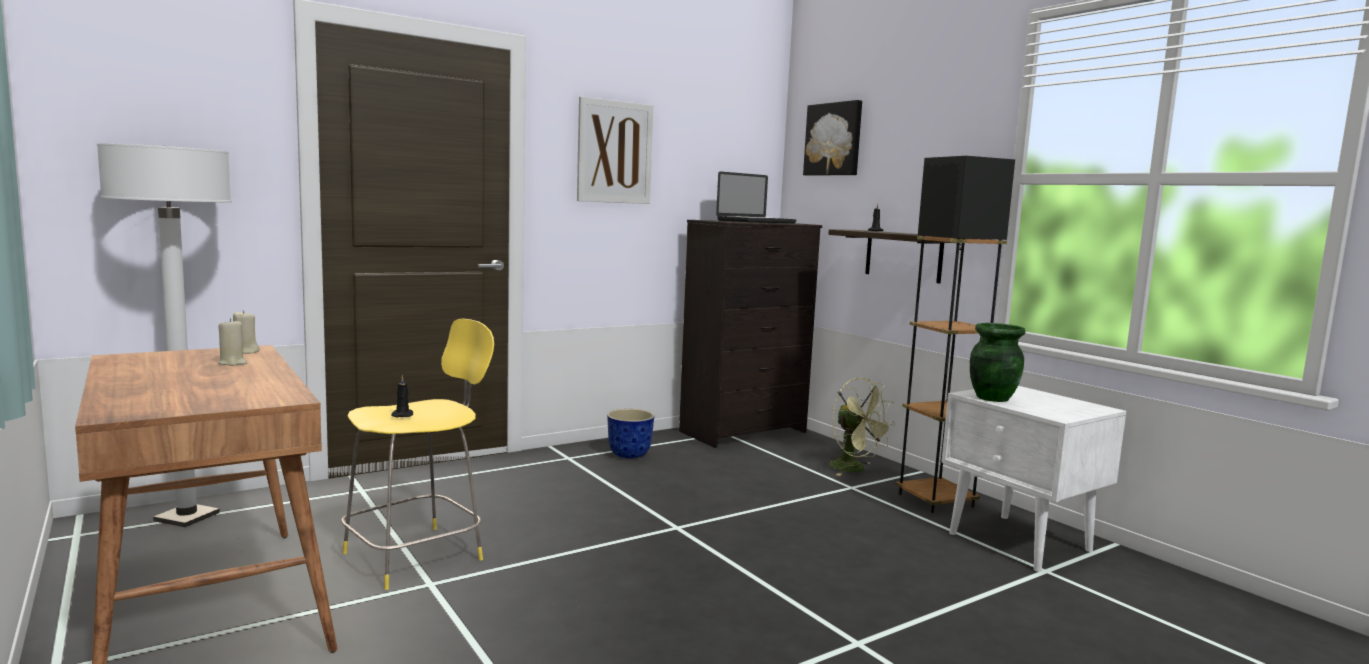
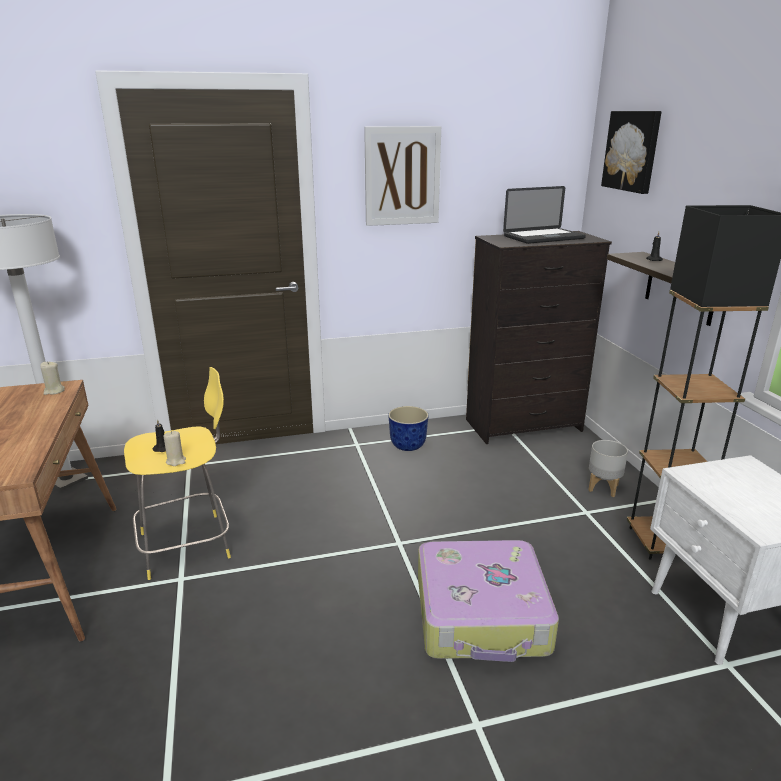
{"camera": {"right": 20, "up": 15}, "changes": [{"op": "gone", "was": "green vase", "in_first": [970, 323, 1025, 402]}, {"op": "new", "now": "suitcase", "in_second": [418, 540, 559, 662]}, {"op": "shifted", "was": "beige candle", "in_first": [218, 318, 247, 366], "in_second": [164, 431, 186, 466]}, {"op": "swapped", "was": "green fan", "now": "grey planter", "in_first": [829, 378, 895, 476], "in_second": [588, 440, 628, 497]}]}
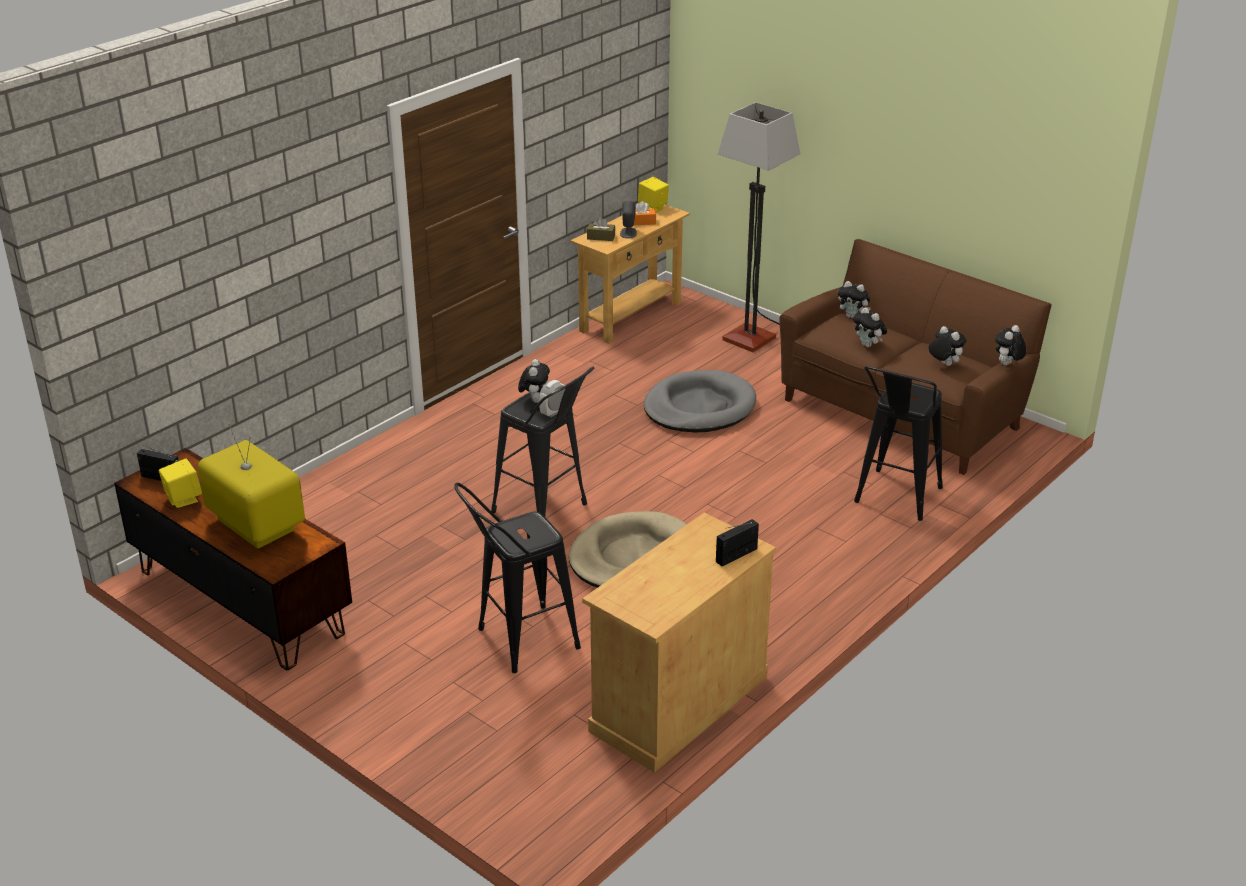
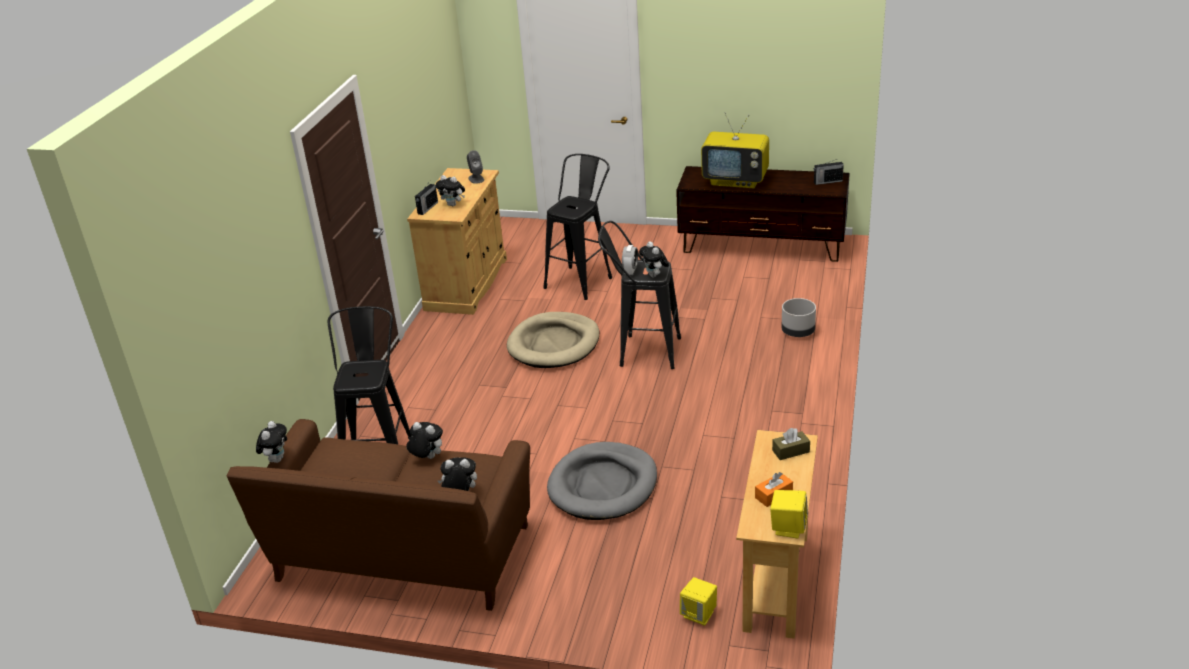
{"camera": {"right": 155, "up": 0}, "changes": [{"op": "gone", "was": "floor lamp", "in_first": [718, 102, 800, 352]}, {"op": "new", "now": "grey planter", "in_second": [781, 298, 816, 337]}, {"op": "shifted", "was": "yellow speaker", "in_first": [159, 459, 202, 508], "in_second": [680, 577, 717, 626]}, {"op": "shifted", "was": "grey speaker", "in_first": [620, 201, 637, 238], "in_second": [467, 150, 484, 184]}, {"op": "shifted", "was": "plush toy", "in_first": [928, 326, 966, 366], "in_second": [436, 175, 465, 206]}]}
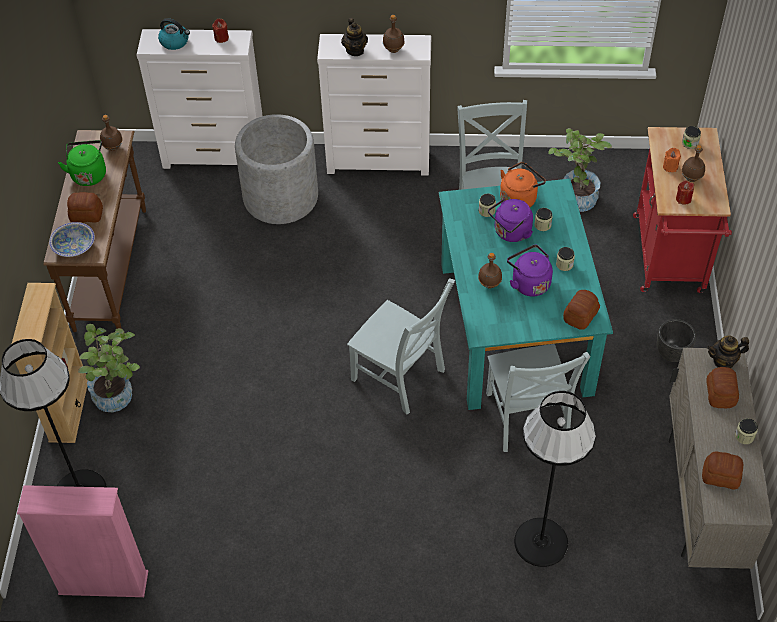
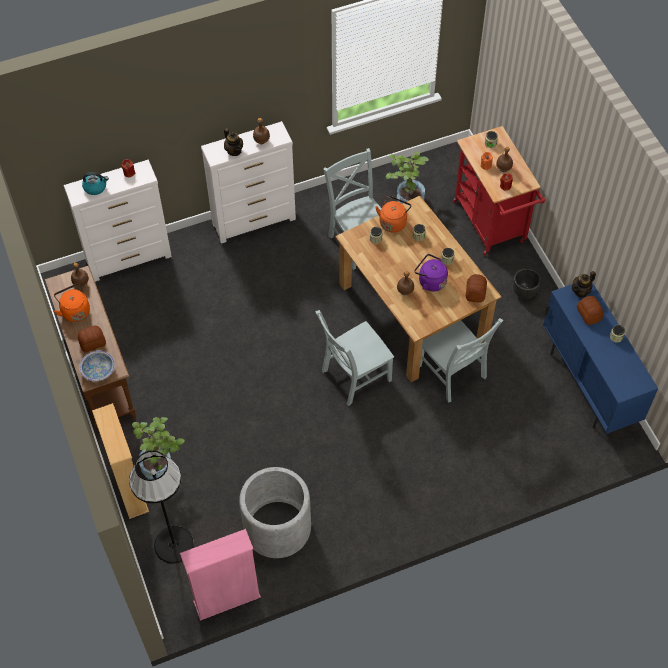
{"camera": {"right": -25, "up": 5}, "changes": [{"op": "gone", "was": "purple kettle", "in_first": [488, 198, 533, 242]}, {"op": "gone", "was": "black floor lamp", "in_first": [514, 391, 596, 567]}, {"op": "gone", "was": "bread", "in_first": [702, 451, 743, 490]}, {"op": "shifted", "was": "grey planter", "in_first": [235, 114, 318, 224], "in_second": [239, 467, 311, 558]}, {"op": "repainted", "was": "green kettle", "now": "orange kettle", "in_first": [58, 140, 106, 186], "in_second": [54, 283, 90, 322]}, {"op": "repainted", "was": "turquoise dining table", "now": "brown dining table", "in_first": [439, 179, 613, 410], "in_second": [335, 196, 502, 382]}, {"op": "repainted", "was": "beige cabinet", "now": "blue cabinet", "in_first": [669, 348, 773, 569], "in_second": [543, 279, 658, 434]}, {"op": "rotated", "was": "grey chair", "in_first": [347, 278, 455, 415], "in_second": [315, 310, 394, 406], "clockwise": 135}]}
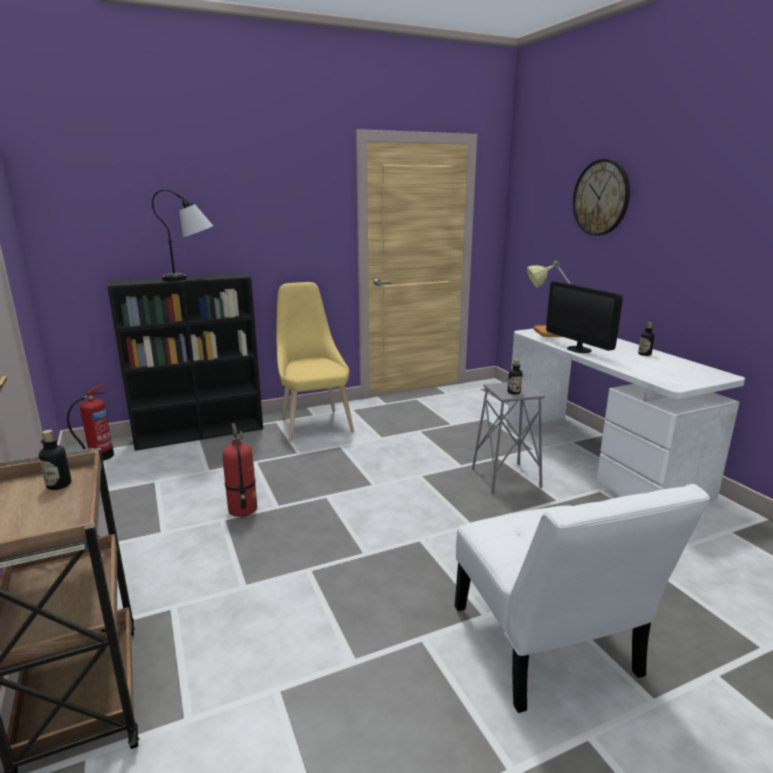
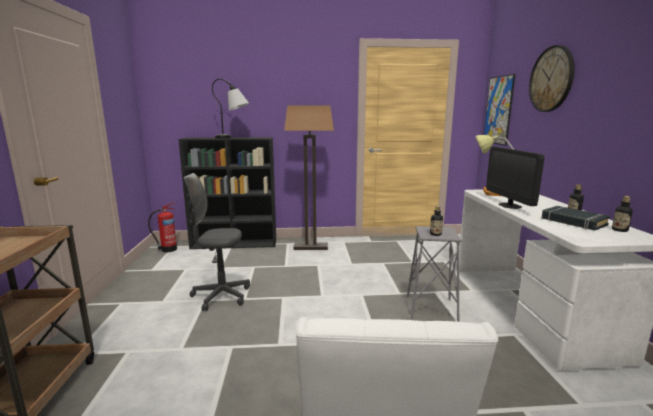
{"camera": {"right": 20, "up": -5}, "changes": [{"op": "new", "now": "picture", "in_second": [484, 74, 515, 146]}, {"op": "new", "now": "black book", "in_second": [542, 206, 610, 230]}, {"op": "shifted", "was": "bottle", "in_first": [39, 430, 71, 490], "in_second": [612, 196, 633, 232]}, {"op": "swapped", "was": "fire extinguisher", "now": "grey office chair", "in_first": [223, 423, 257, 517], "in_second": [184, 173, 250, 311]}, {"op": "swapped", "was": "yellow chair", "now": "floor lamp", "in_first": [277, 282, 354, 442], "in_second": [284, 105, 334, 250]}]}
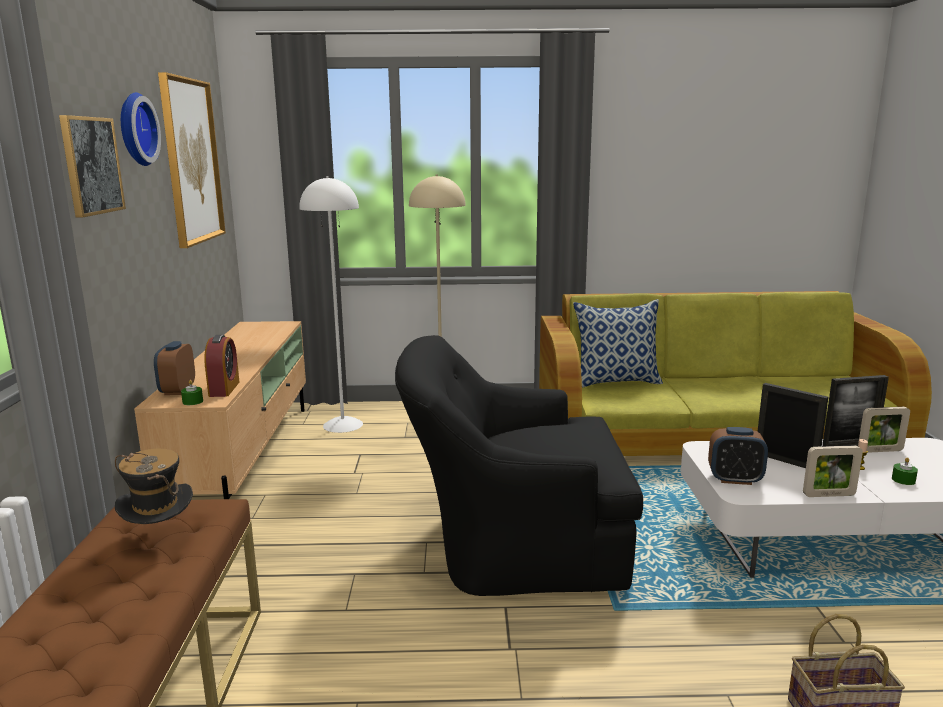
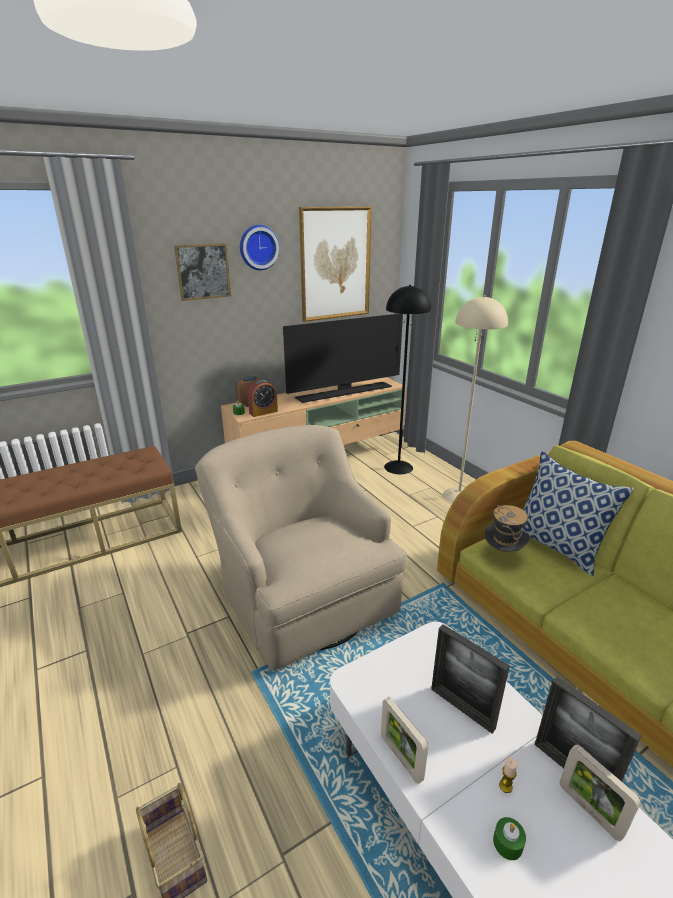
{"camera": {"right": 60, "up": 10}, "changes": [{"op": "gone", "was": "alarm clock", "in_first": [708, 427, 768, 485]}, {"op": "new", "now": "television", "in_second": [283, 314, 403, 403]}, {"op": "shifted", "was": "hat", "in_first": [115, 449, 193, 526], "in_second": [484, 504, 530, 552]}, {"op": "repainted", "was": "white floor lamp", "now": "black floor lamp", "in_first": [299, 176, 363, 433], "in_second": [384, 285, 431, 474]}, {"op": "repainted", "was": "black armchair", "now": "beige armchair", "in_first": [395, 335, 643, 596], "in_second": [195, 425, 407, 671]}, {"op": "rotated", "was": "picture frame", "in_first": [757, 383, 829, 468], "in_second": [431, 624, 510, 734], "clockwise": 120}]}
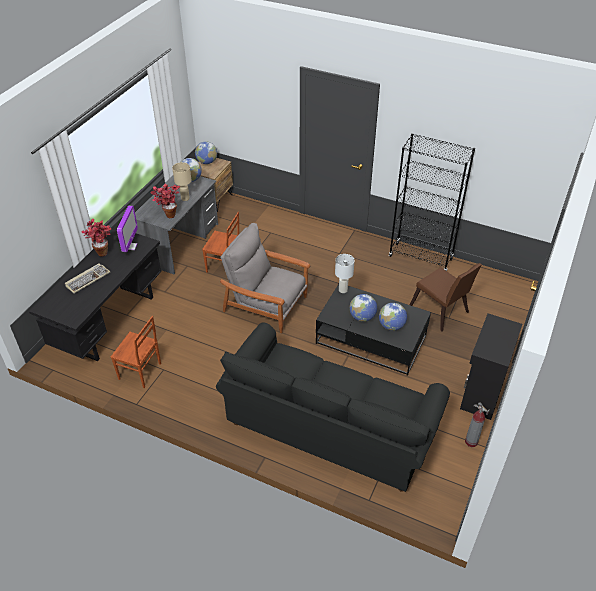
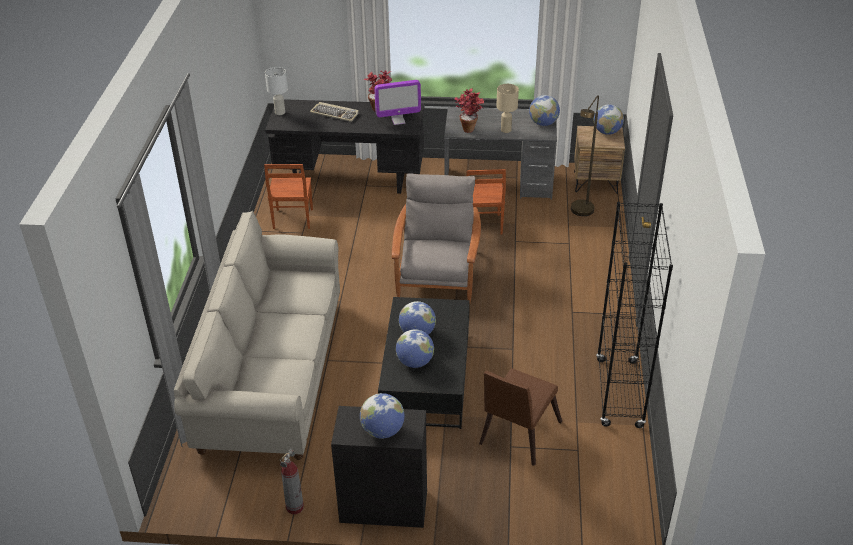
{"camera": {"right": 70, "up": -5}, "changes": [{"op": "new", "now": "globe", "in_second": [360, 393, 404, 439]}, {"op": "new", "now": "brown floor lamp", "in_second": [571, 95, 599, 216]}, {"op": "shifted", "was": "white table lamp", "in_first": [335, 254, 355, 293], "in_second": [265, 67, 288, 115]}, {"op": "repainted", "was": "black sofa", "now": "beige sofa", "in_first": [216, 322, 450, 492], "in_second": [174, 211, 340, 460]}]}
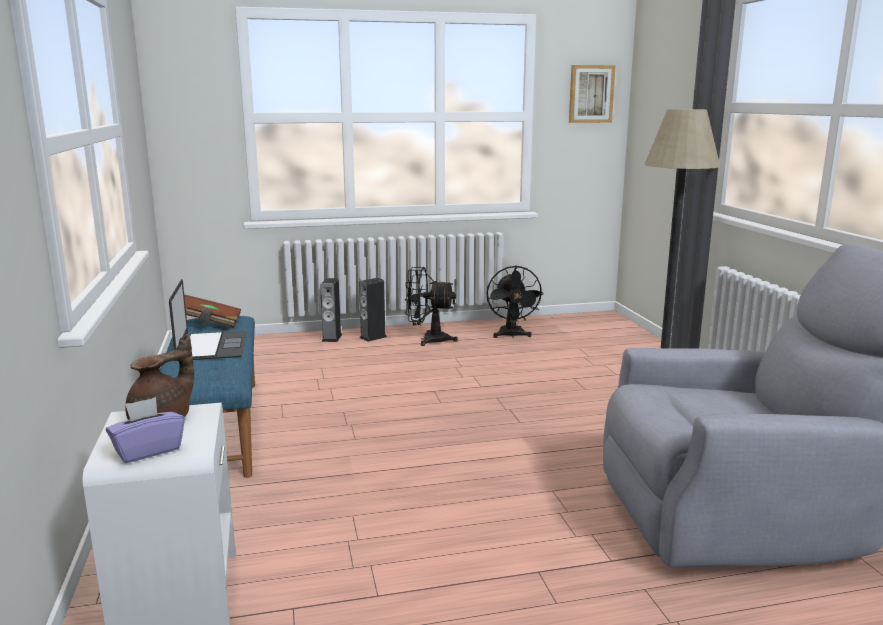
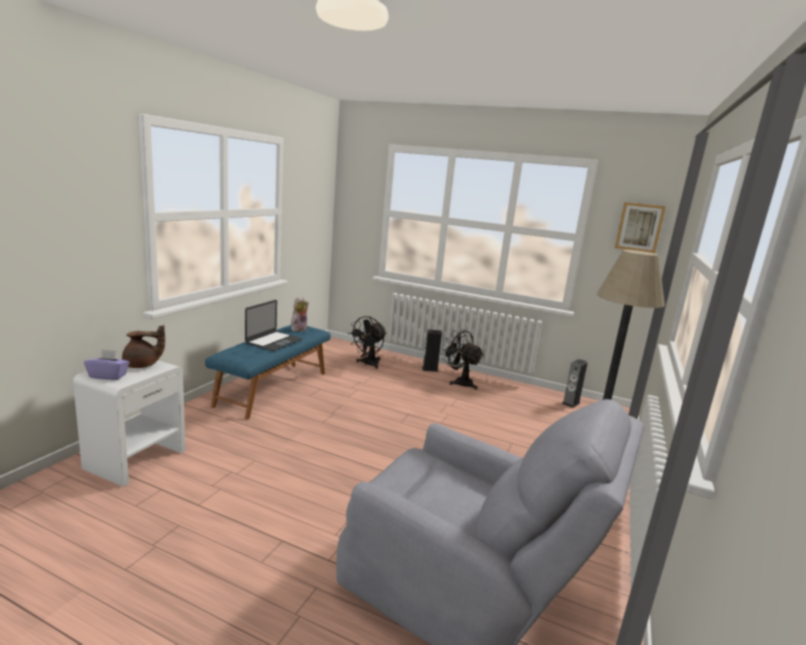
{"camera": {"right": 35, "up": 0}, "changes": [{"op": "shifted", "was": "speaker", "in_first": [320, 278, 342, 342], "in_second": [562, 359, 588, 408]}, {"op": "shifted", "was": "black fan", "in_first": [487, 266, 543, 338], "in_second": [348, 316, 386, 369]}, {"op": "swapped", "was": "brown book", "now": "plush toy", "in_first": [184, 295, 241, 328], "in_second": [291, 296, 309, 332]}]}
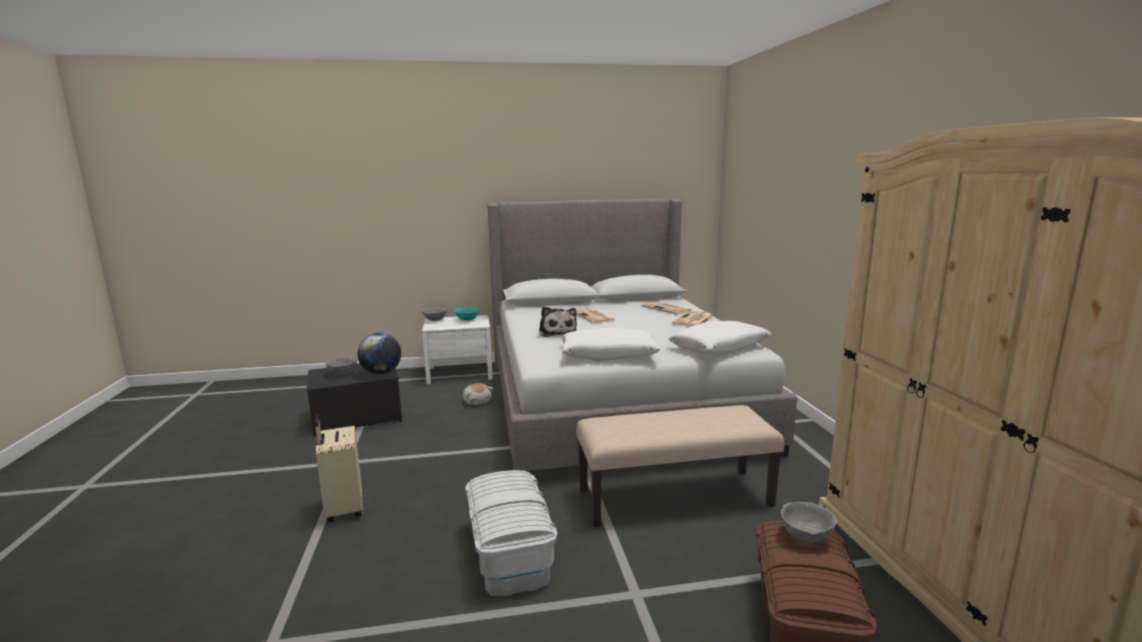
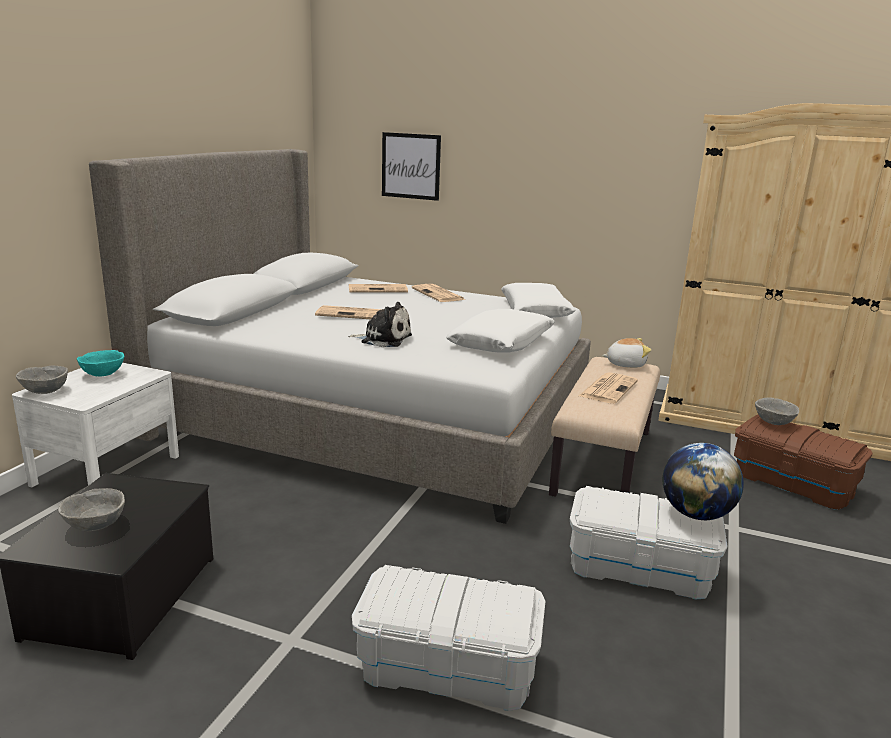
{"camera": {"right": -60, "up": 5}, "changes": [{"op": "new", "now": "picture", "in_second": [382, 132, 441, 201]}, {"op": "new", "now": "newspaper", "in_second": [579, 372, 638, 404]}, {"op": "shifted", "was": "globe", "in_first": [357, 333, 401, 375], "in_second": [663, 443, 744, 520]}, {"op": "shifted", "was": "plush toy", "in_first": [463, 383, 493, 405], "in_second": [602, 338, 651, 368]}, {"op": "swapped", "was": "beige suitcase", "now": "white storage box", "in_first": [314, 414, 363, 522], "in_second": [352, 565, 545, 711]}]}
